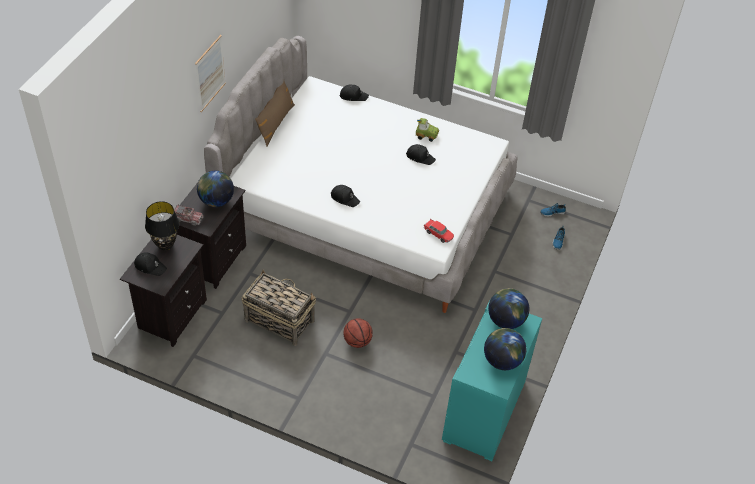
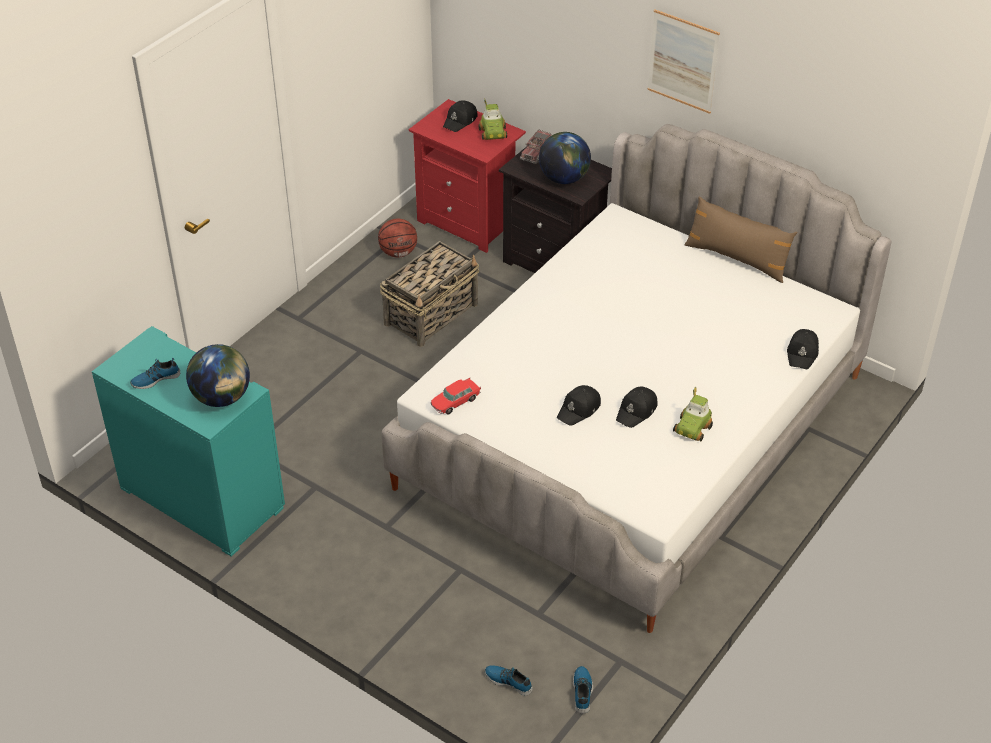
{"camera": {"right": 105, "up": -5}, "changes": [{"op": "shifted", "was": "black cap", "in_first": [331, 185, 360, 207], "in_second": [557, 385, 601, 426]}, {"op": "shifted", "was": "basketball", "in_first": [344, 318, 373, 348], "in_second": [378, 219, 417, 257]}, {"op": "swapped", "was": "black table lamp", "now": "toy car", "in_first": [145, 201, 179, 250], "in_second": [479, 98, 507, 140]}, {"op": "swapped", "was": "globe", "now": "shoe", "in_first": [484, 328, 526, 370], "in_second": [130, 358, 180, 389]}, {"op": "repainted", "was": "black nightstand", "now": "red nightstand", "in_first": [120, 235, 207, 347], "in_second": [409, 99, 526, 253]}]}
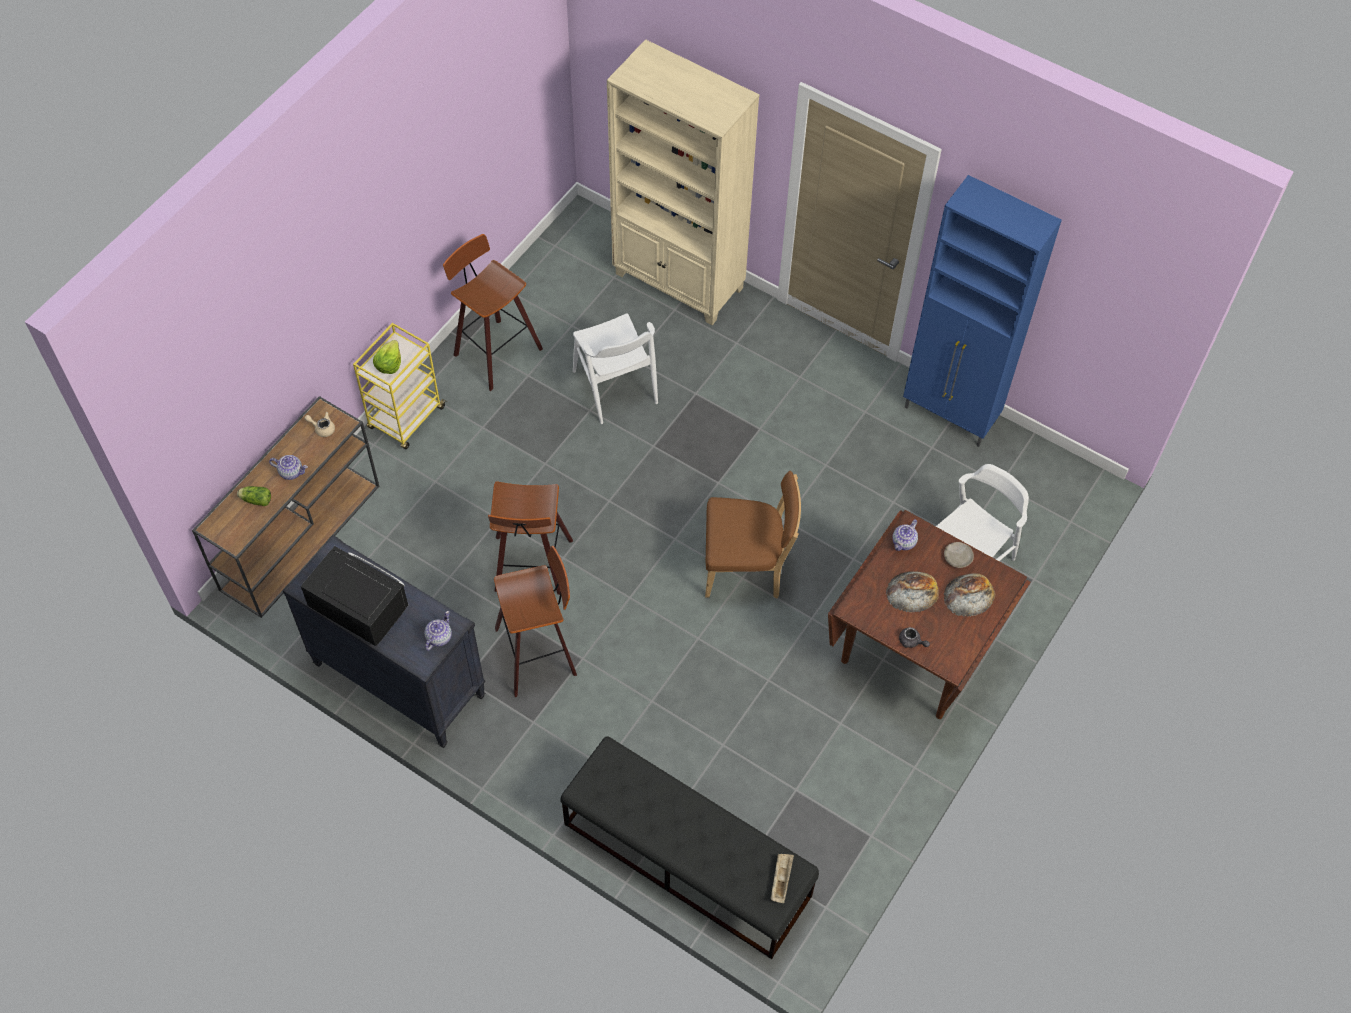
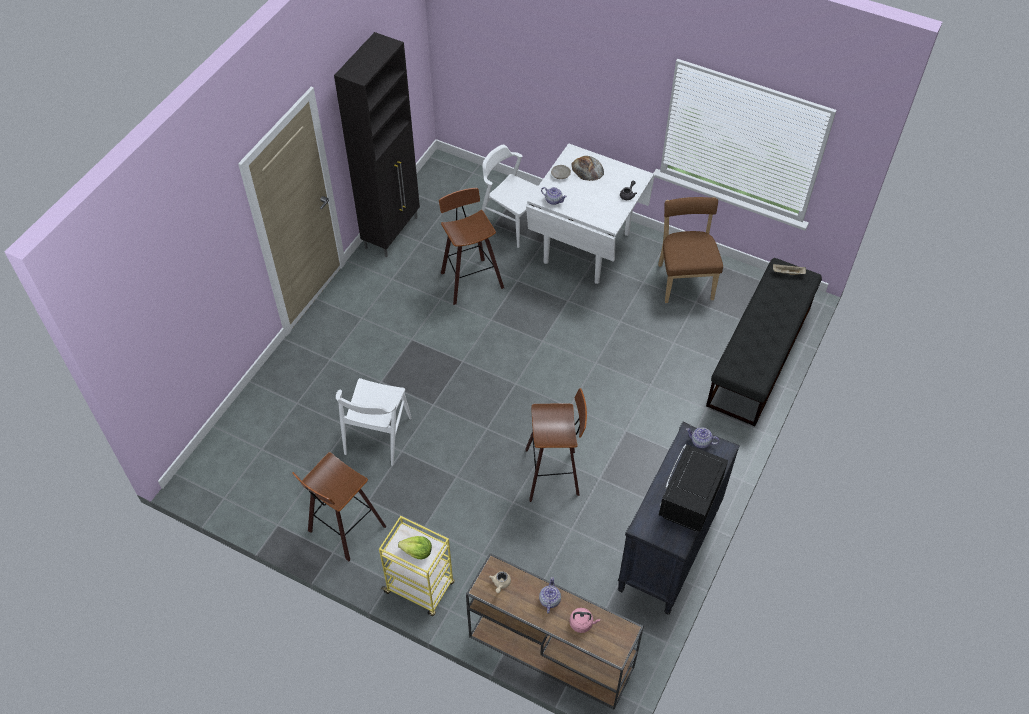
{"camera": {"right": -95, "up": -5}, "changes": [{"op": "gone", "was": "beige bookcase", "in_first": [607, 39, 760, 325]}, {"op": "gone", "was": "bread", "in_first": [886, 571, 939, 612]}, {"op": "shifted", "was": "stool", "in_first": [494, 546, 577, 697], "in_second": [439, 188, 504, 305]}, {"op": "shifted", "was": "brown chair", "in_first": [705, 471, 801, 599], "in_second": [658, 197, 723, 303]}, {"op": "swapped", "was": "lettuce", "now": "pink kettle", "in_first": [237, 486, 271, 506], "in_second": [570, 608, 600, 633]}, {"op": "repainted", "was": "brown dining table", "now": "white dining table", "in_first": [828, 510, 1030, 719], "in_second": [526, 143, 655, 284]}, {"op": "repainted", "was": "blue cabinet", "now": "black cabinet", "in_first": [903, 175, 1062, 447], "in_second": [334, 32, 420, 257]}, {"op": "rotated", "was": "white chair", "in_first": [573, 313, 658, 424], "in_second": [336, 378, 411, 466], "clockwise": 135}]}
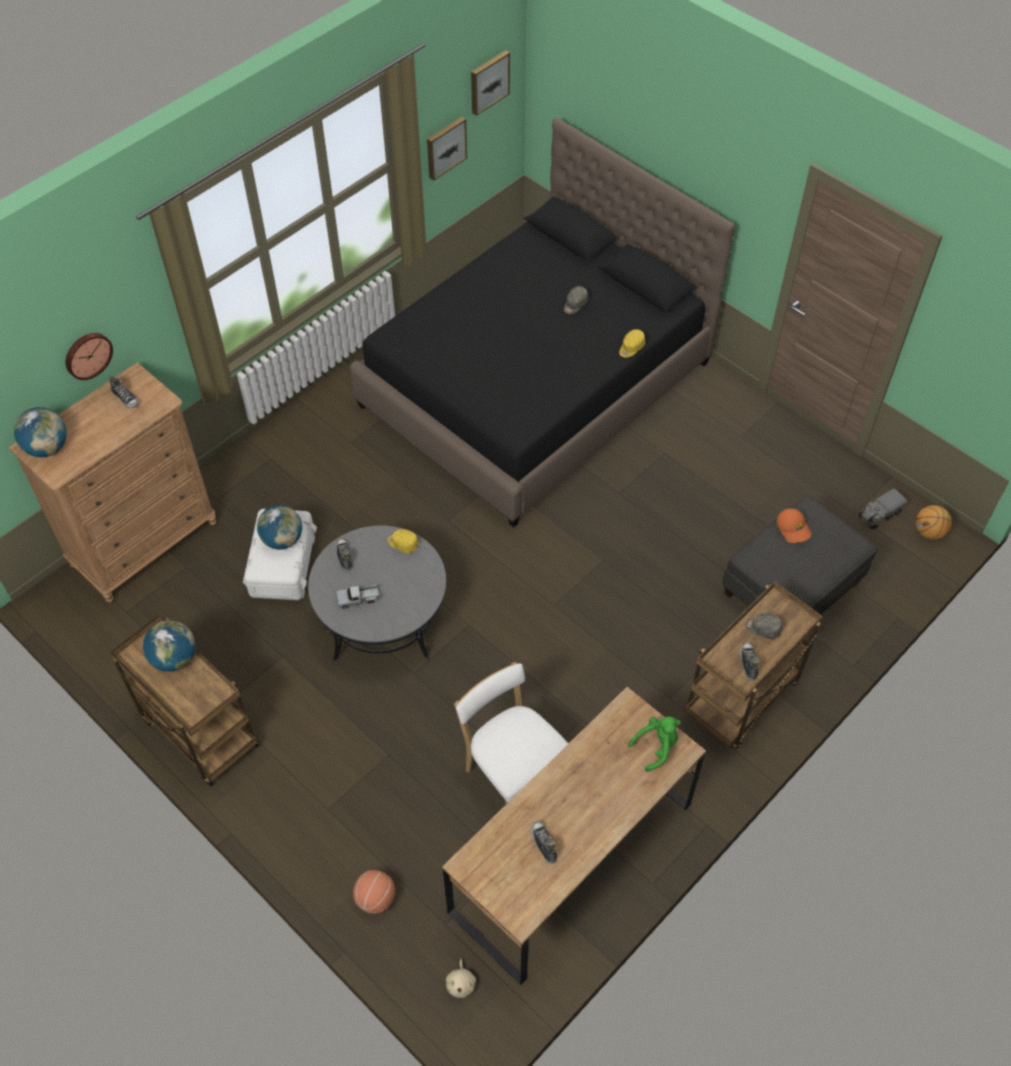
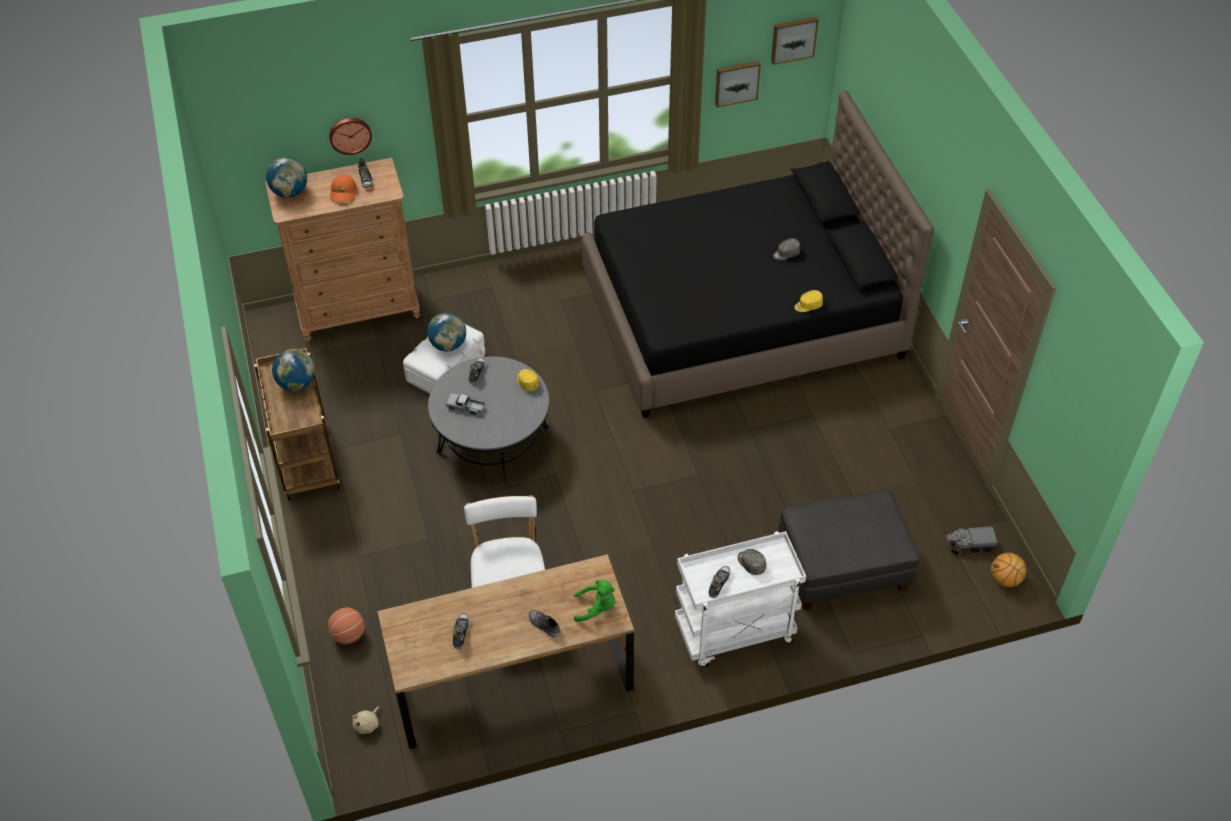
{"camera": {"right": 30, "up": -5}, "changes": [{"op": "new", "now": "grey shoe", "in_second": [529, 610, 561, 637]}, {"op": "shifted", "was": "orange cap", "in_first": [777, 508, 812, 543], "in_second": [330, 175, 356, 202]}, {"op": "repainted", "was": "brown cart", "now": "white cart", "in_first": [685, 581, 823, 748], "in_second": [675, 531, 806, 667]}]}
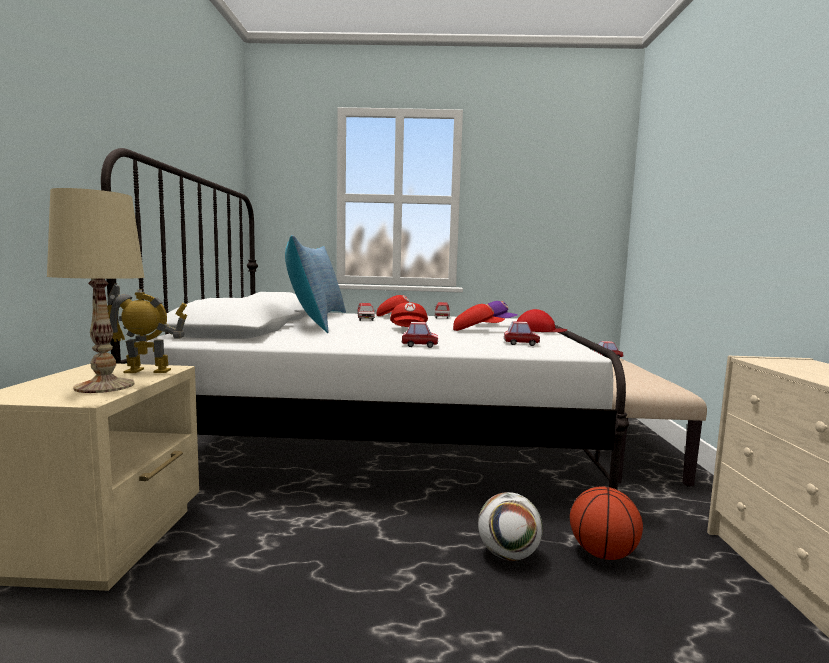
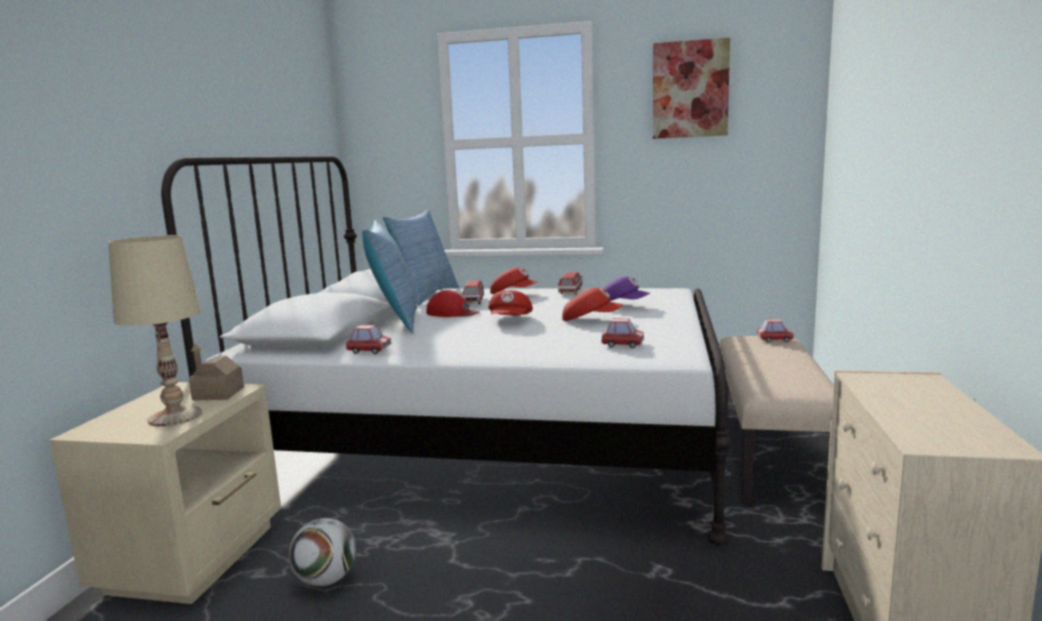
{"camera": {"right": 10, "up": 5}, "changes": [{"op": "gone", "was": "basketball", "in_first": [570, 486, 643, 560]}, {"op": "new", "now": "picture", "in_second": [653, 38, 730, 139]}, {"op": "shifted", "was": "toy car", "in_first": [402, 322, 438, 348], "in_second": [346, 325, 391, 354]}, {"op": "shifted", "was": "football", "in_first": [478, 492, 543, 561], "in_second": [289, 518, 356, 587]}, {"op": "shifted", "was": "red cap", "in_first": [517, 309, 567, 332], "in_second": [427, 290, 480, 317]}, {"op": "swapped", "was": "toy robot", "now": "toy house", "in_first": [107, 283, 187, 373], "in_second": [189, 344, 244, 401]}]}
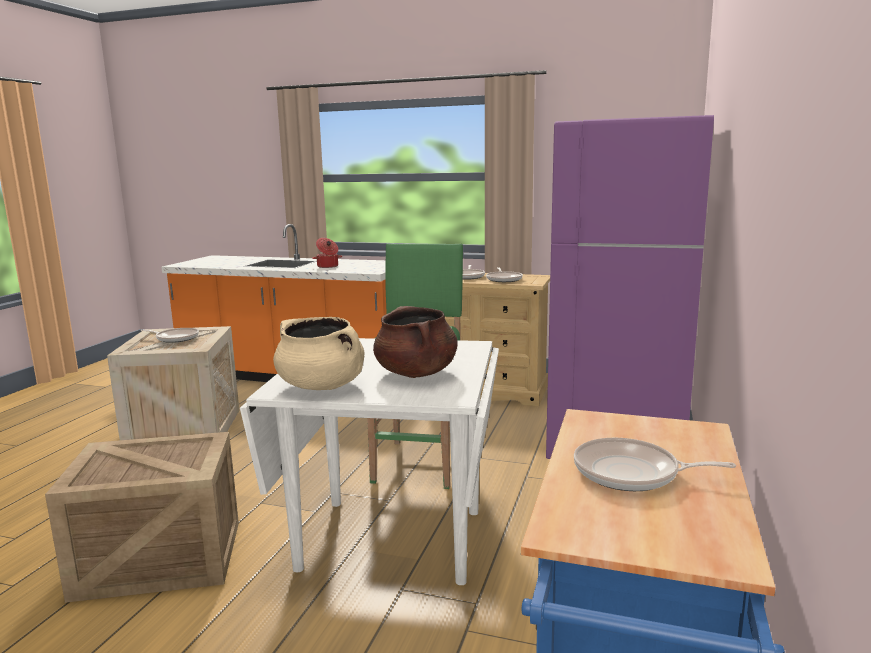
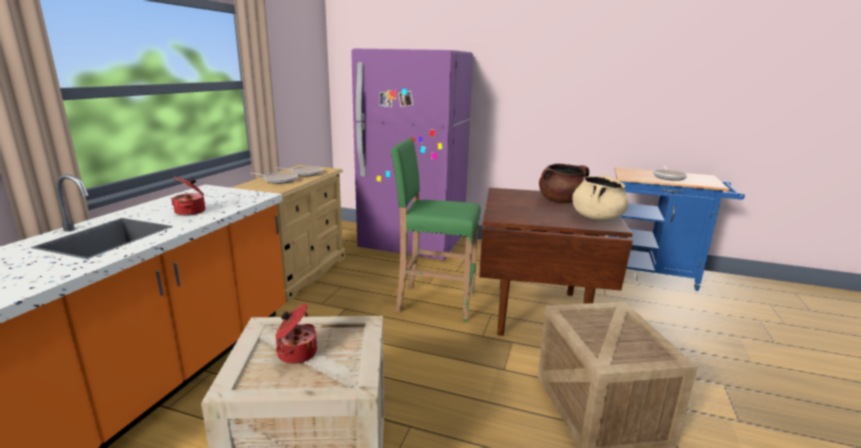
{"camera": {"right": -90, "up": 5}, "changes": [{"op": "swapped", "was": "frying pan", "now": "cooking pot", "in_first": [141, 328, 199, 343], "in_second": [275, 304, 317, 364]}, {"op": "repainted", "was": "white dining table", "now": "brown dining table", "in_first": [240, 338, 499, 585], "in_second": [479, 188, 633, 336]}]}
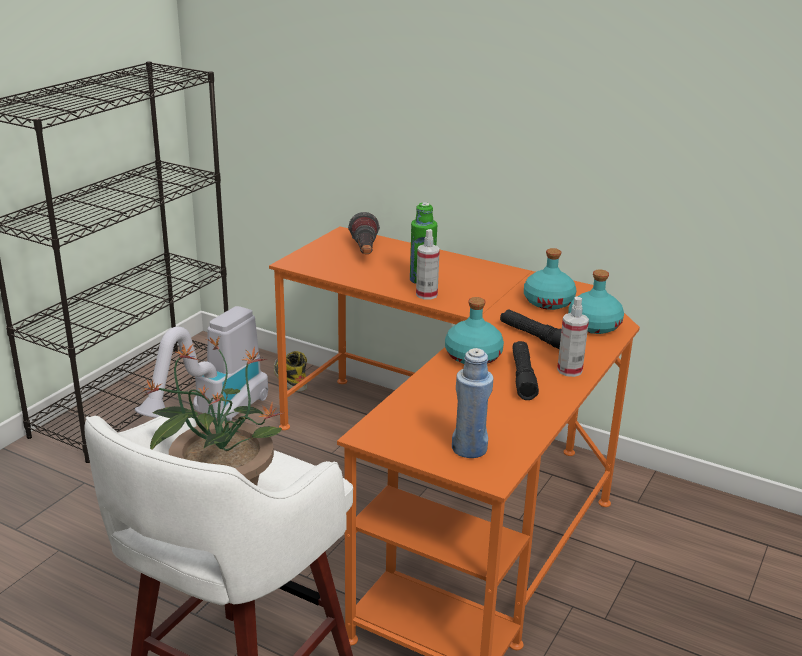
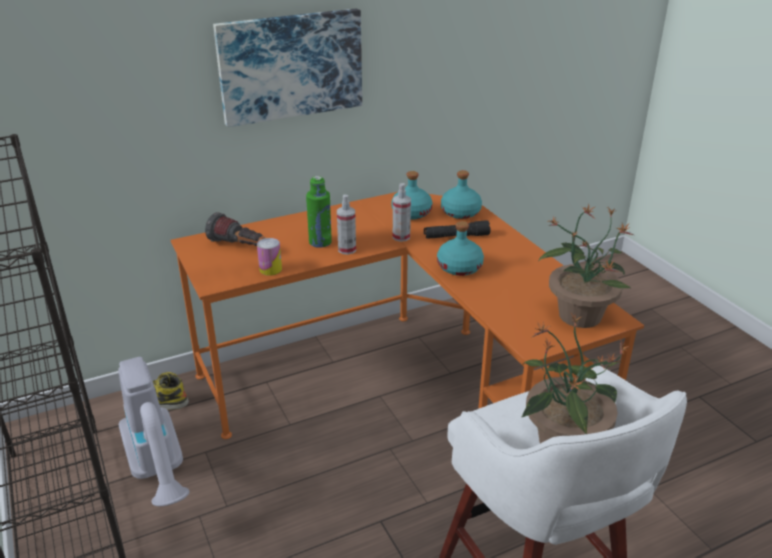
{"camera": {"right": -55, "up": 5}, "changes": [{"op": "gone", "was": "black flashlight", "in_first": [513, 341, 539, 400]}, {"op": "new", "now": "picture", "in_second": [213, 8, 362, 127]}, {"op": "new", "now": "can", "in_second": [257, 238, 282, 276]}, {"op": "shifted", "was": "spray bottle", "in_first": [557, 297, 589, 377], "in_second": [393, 183, 411, 242]}, {"op": "swapped", "was": "blue bottle", "now": "potted plant", "in_first": [452, 348, 493, 458], "in_second": [539, 204, 634, 328]}]}
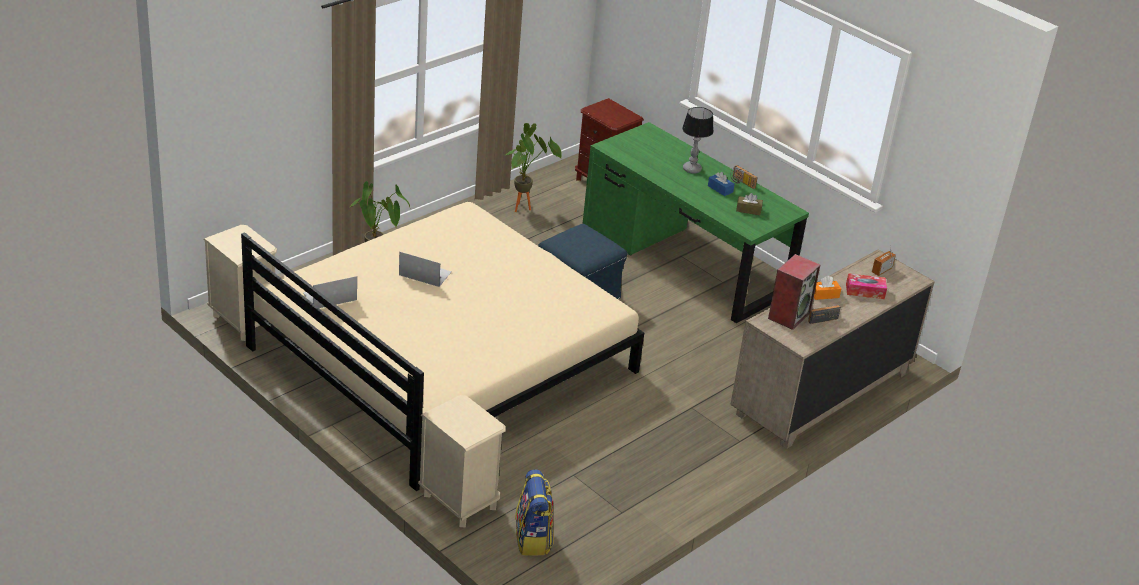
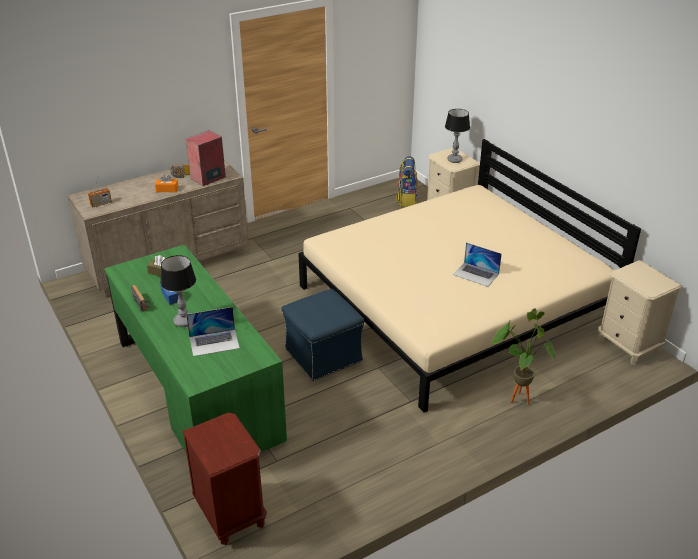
{"camera": {"right": -165, "up": 0}, "changes": [{"op": "gone", "was": "potted plant", "in_first": [506, 123, 562, 212]}, {"op": "gone", "was": "tissue box", "in_first": [846, 273, 887, 299]}, {"op": "new", "now": "table lamp", "in_second": [445, 109, 470, 163]}, {"op": "shifted", "was": "laptop", "in_first": [303, 276, 357, 308], "in_second": [186, 307, 240, 356]}]}
